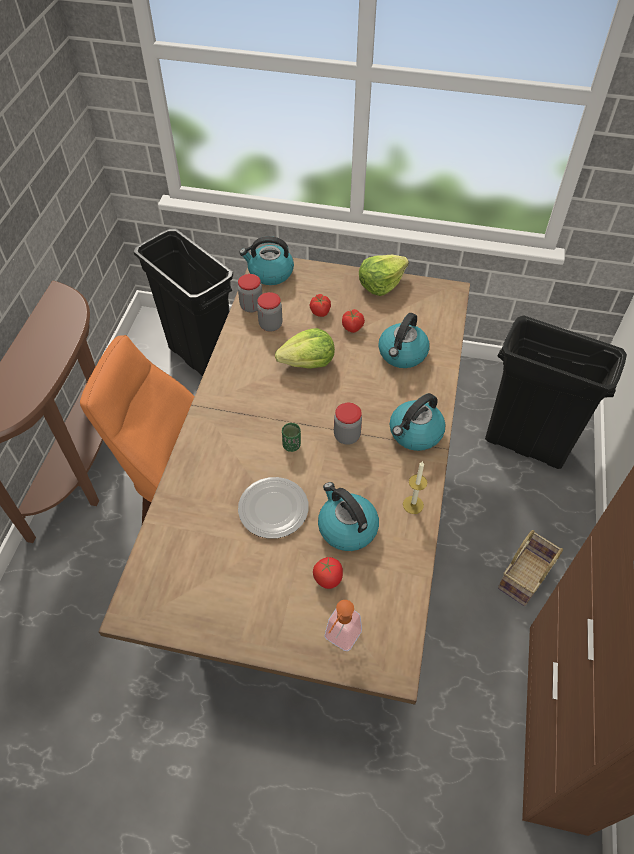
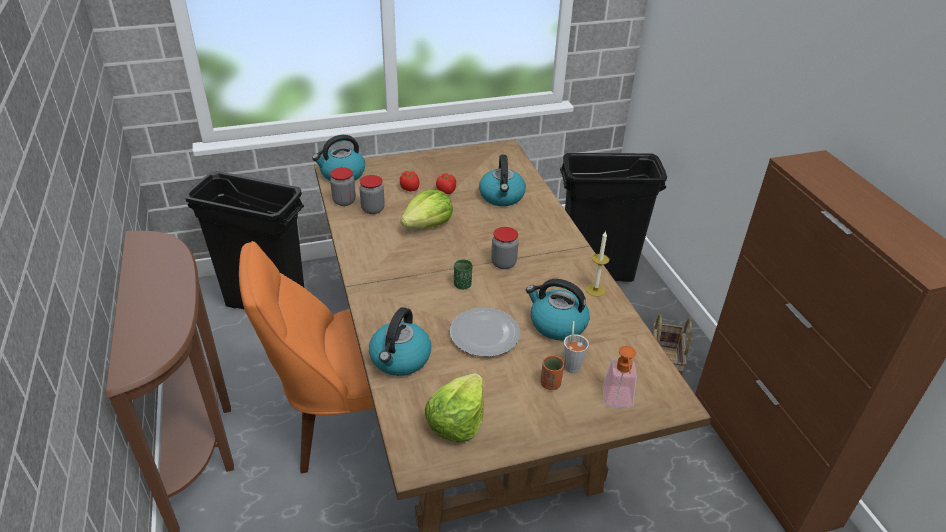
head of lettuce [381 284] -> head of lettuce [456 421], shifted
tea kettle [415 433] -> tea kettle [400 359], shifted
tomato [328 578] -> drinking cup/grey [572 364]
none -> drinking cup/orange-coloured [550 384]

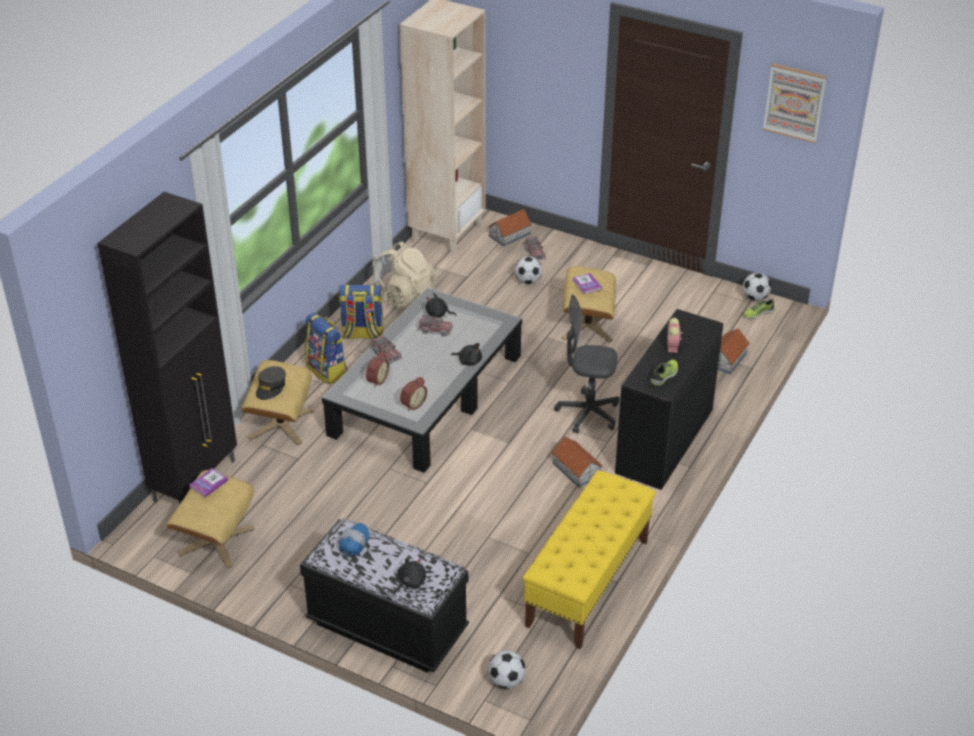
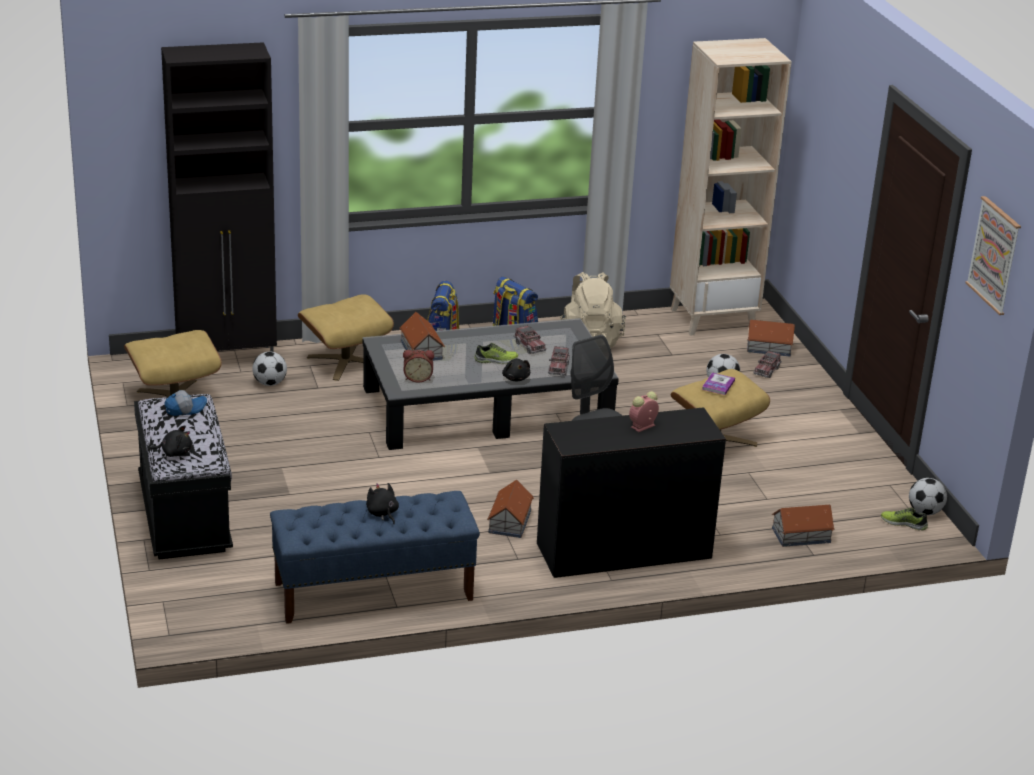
cuddly toy/black [438 314] -> cuddly toy/black [382 513], shifted
model truck [386 354] -> model truck [558 368], shifted
table clock [376 380] -> miniature house [421 349]
shoe [664 375] -> shoe [496 360], shifted
cap/grey [271 387] -> none
volume [208 483] -> none
indoor bench/yellow [587 583] -> indoor bench/blue [373 591]
football ball [506 681] -> football ball [270 383], shifted

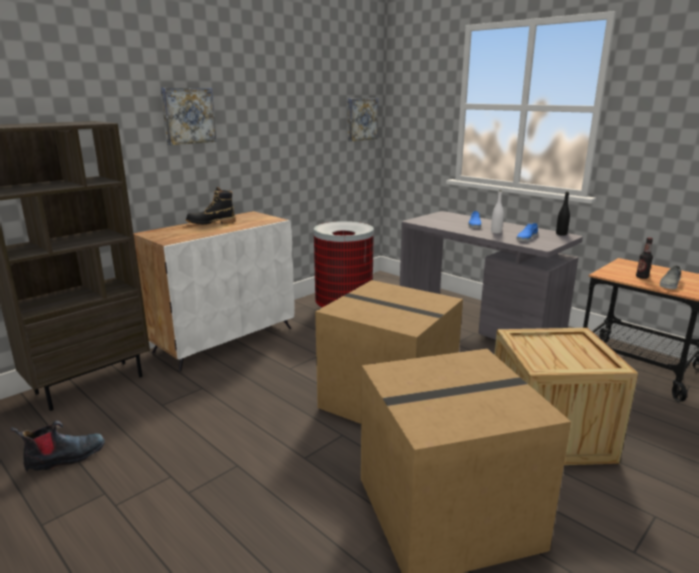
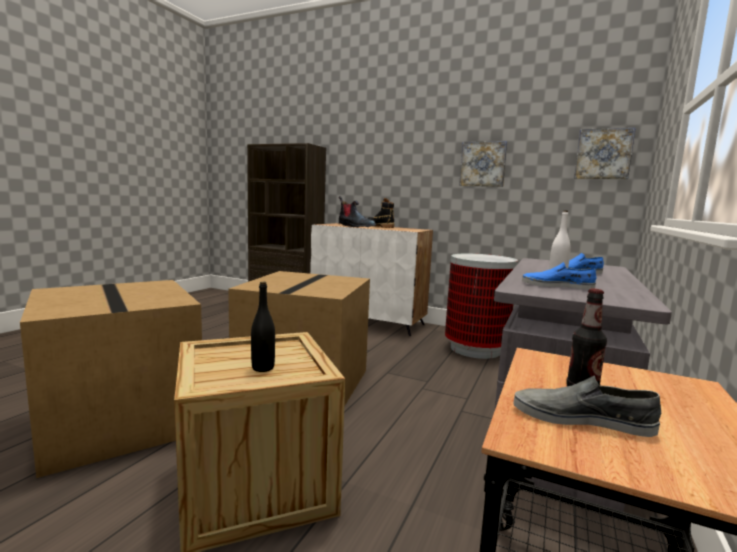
picture [188 115] -> picture [483 164], shifted
drink bottle/black [561 234] -> drink bottle/black [263 368], shifted
tall boot [65 458] -> tall boot [355 226], shifted

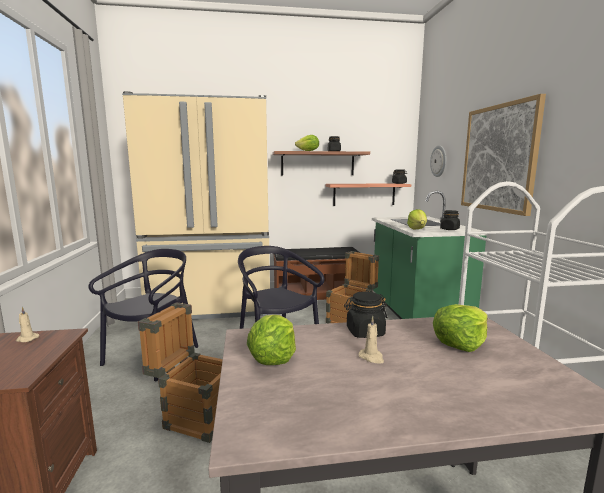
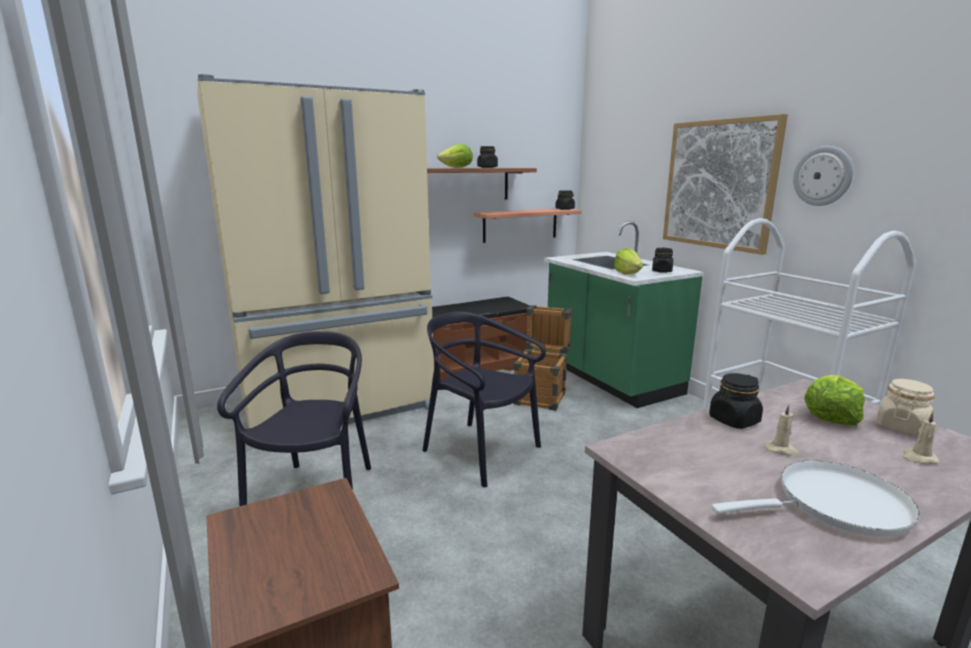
clock on the wall [439 161] -> clock on the wall [823 176], shifted
crate [195 415] -> none
wax candle/beige [26 339] -> wax candle/beige [918 459], shifted
head of lettuce [273 359] -> none
none -> preserve jar/beige [901 427]
none -> pan/white [834 505]

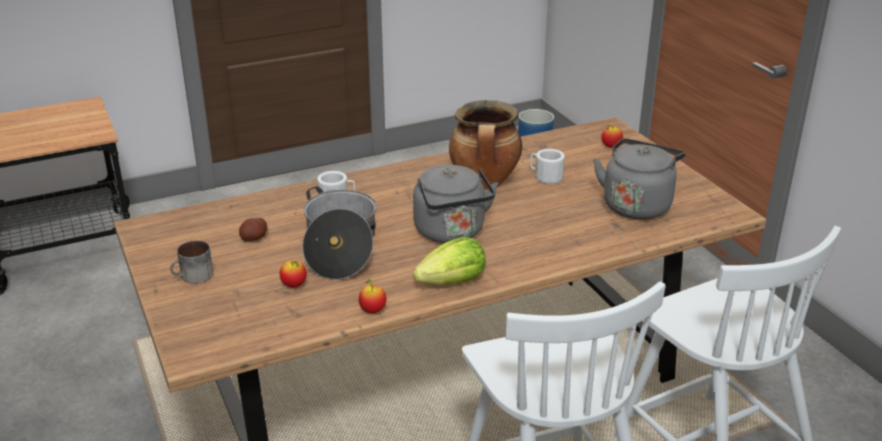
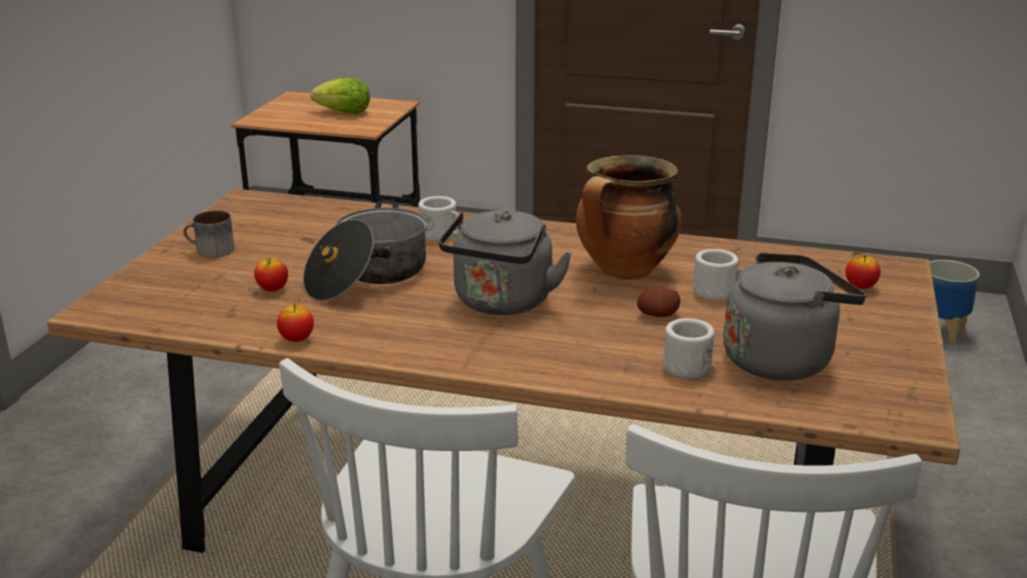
potato [254 238] -> potato [658 315], shifted
head of lettuce [453 282] -> head of lettuce [344 113], shifted
none -> tea mug/white [689 365]

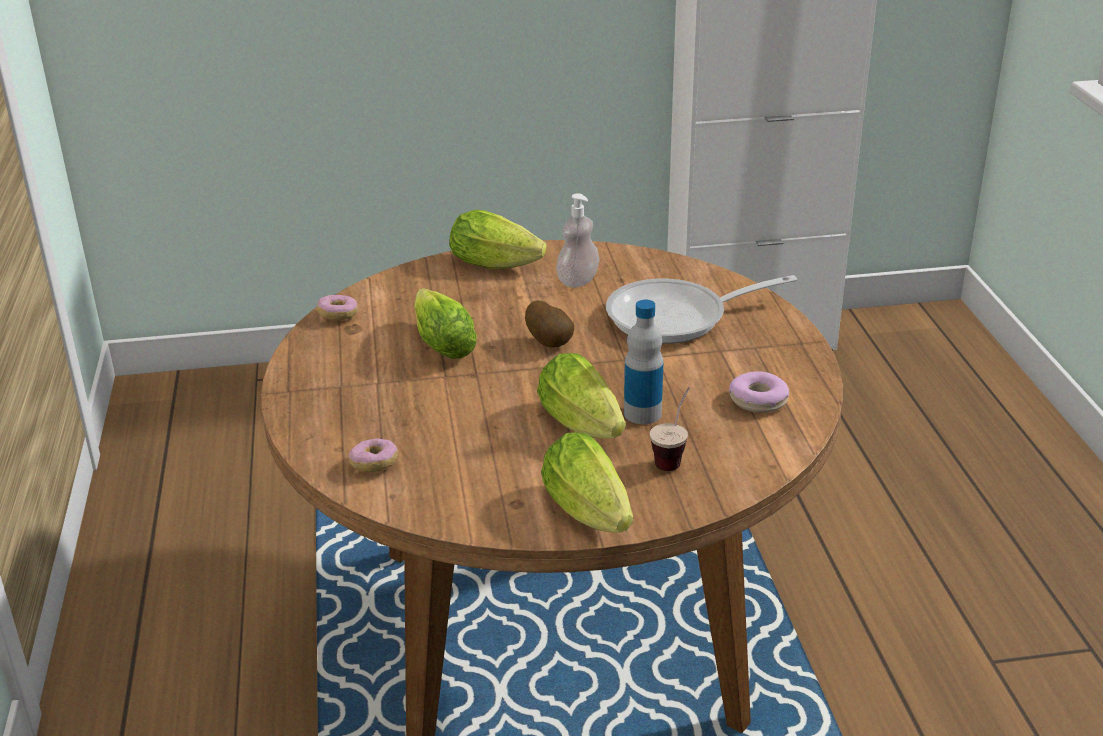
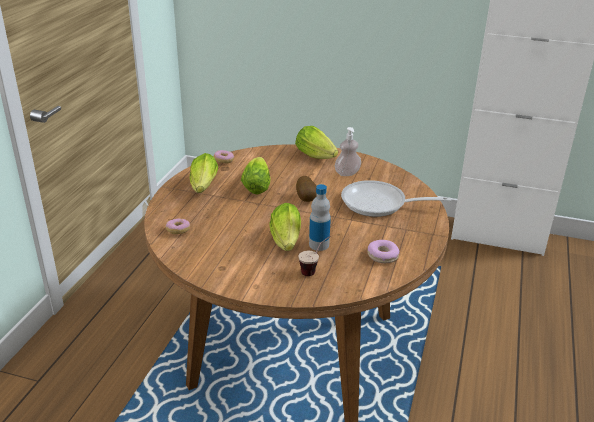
head of lettuce [591 514] -> head of lettuce [203 187], shifted

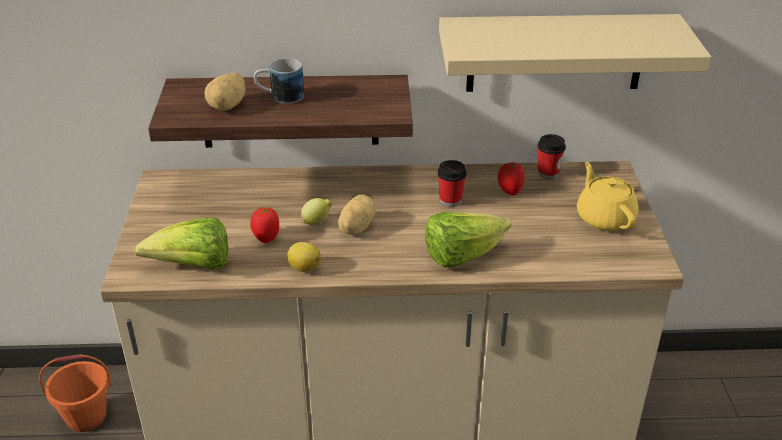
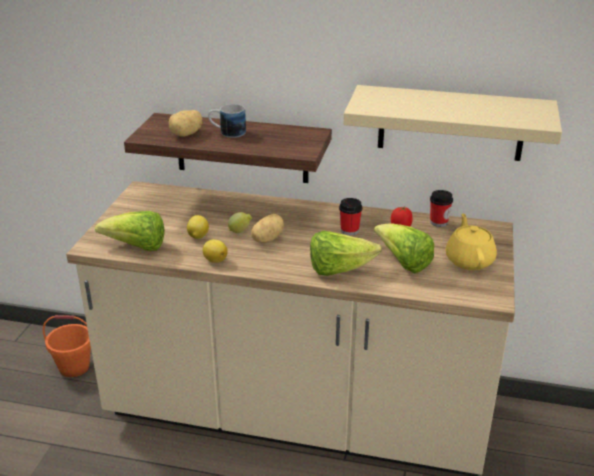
tomato [266 238] -> lemon [198 236]
none -> head of lettuce [403 262]

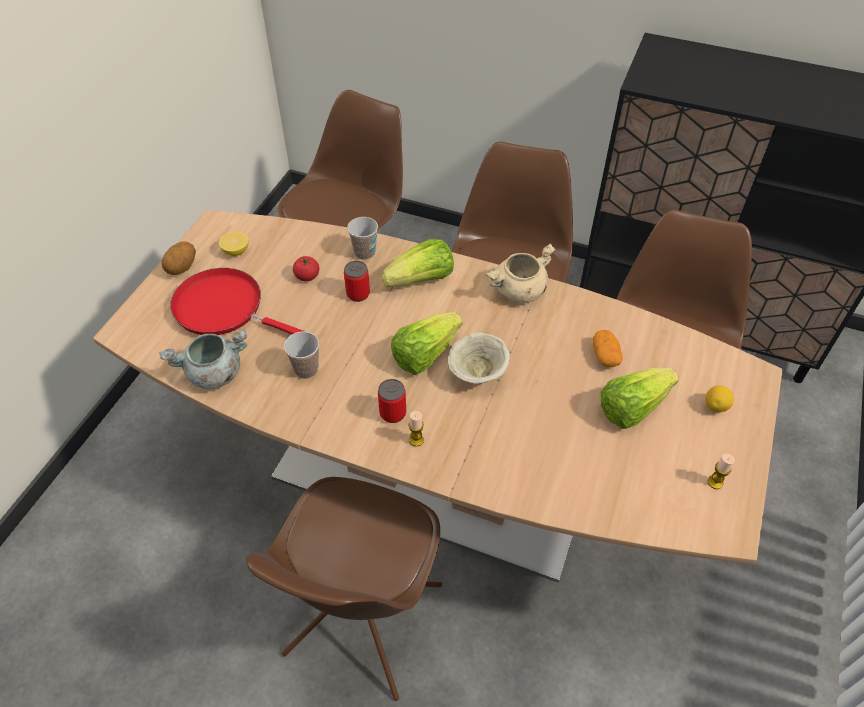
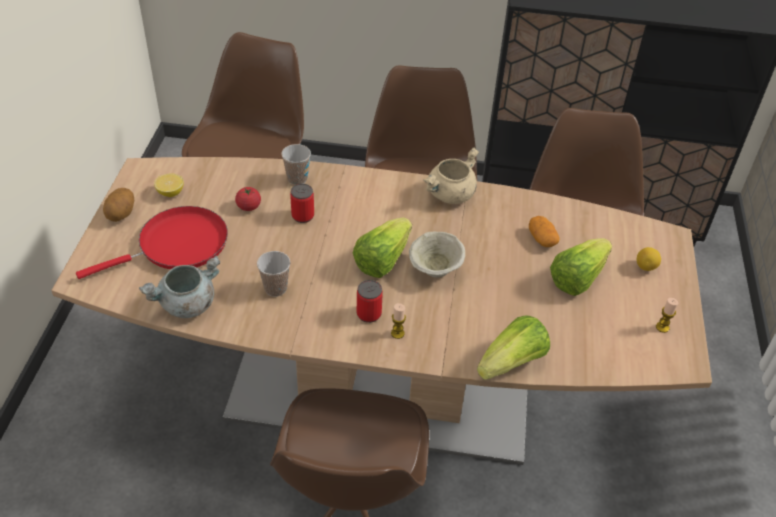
head of lettuce [422 280] -> head of lettuce [512 363], shifted
pan/reddish [225 308] -> pan/reddish [177 245], 135 degrees clockwise

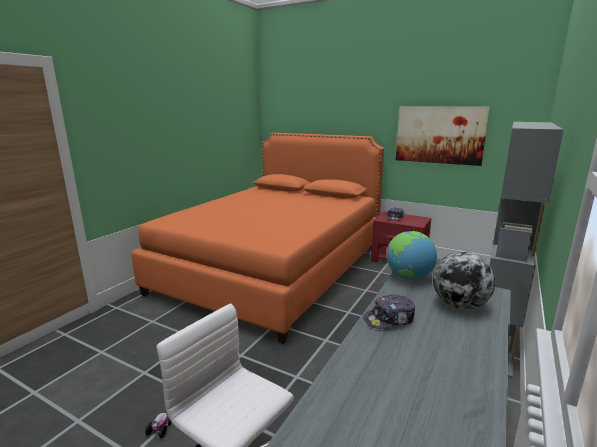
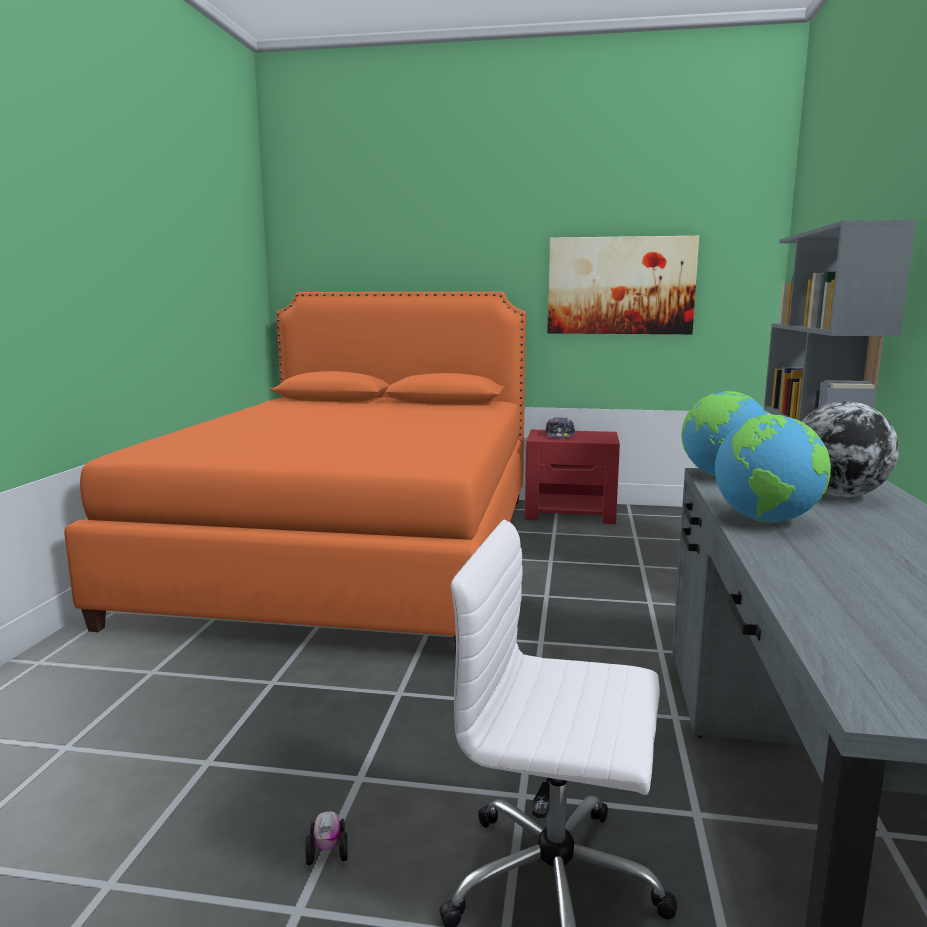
cap [389 319] -> world globe [766 520]

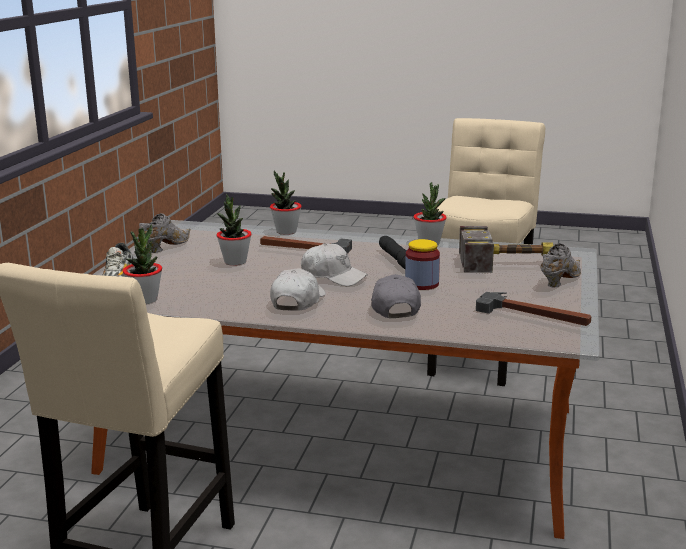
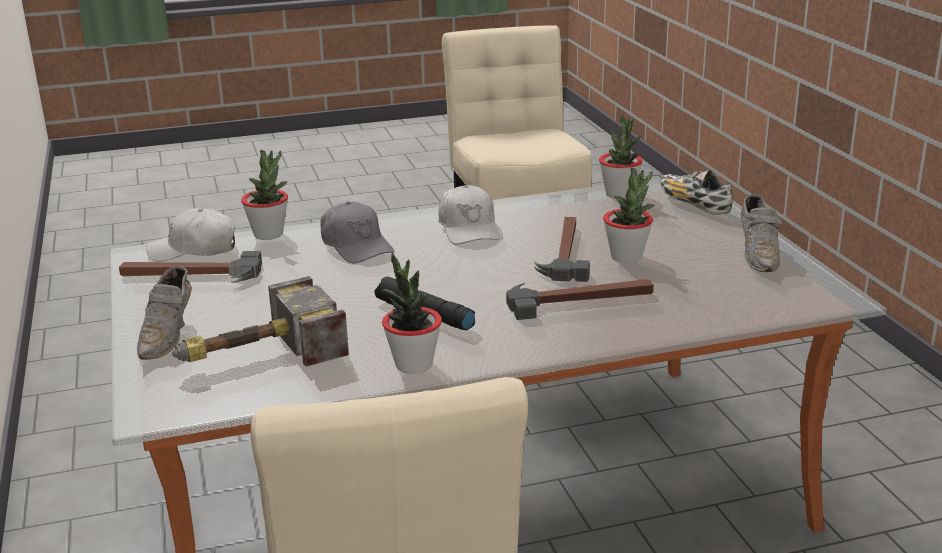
potted plant [286 232] -> potted plant [268 234], shifted
preserve jar [422 284] -> none
cap/white [333 276] -> cap/white [194 250], shifted
none -> hand hammer [565 252]

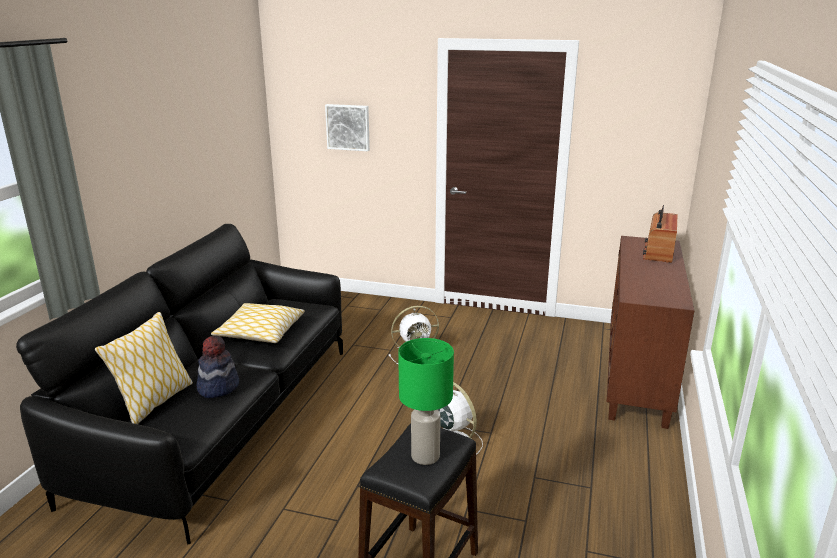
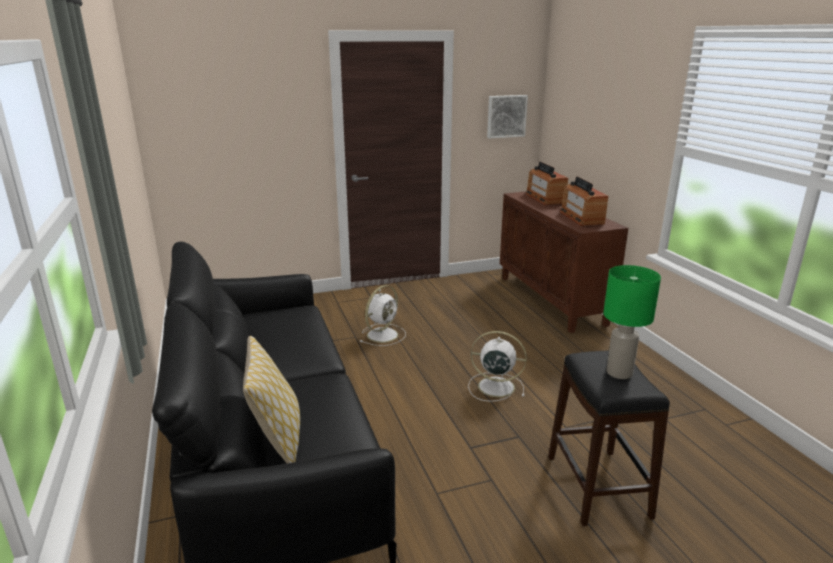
picture [348 127] -> picture [506 116], shifted
cushion [260 332] -> none
clothing hat [218 387] -> none
none -> radio set [581 217]

